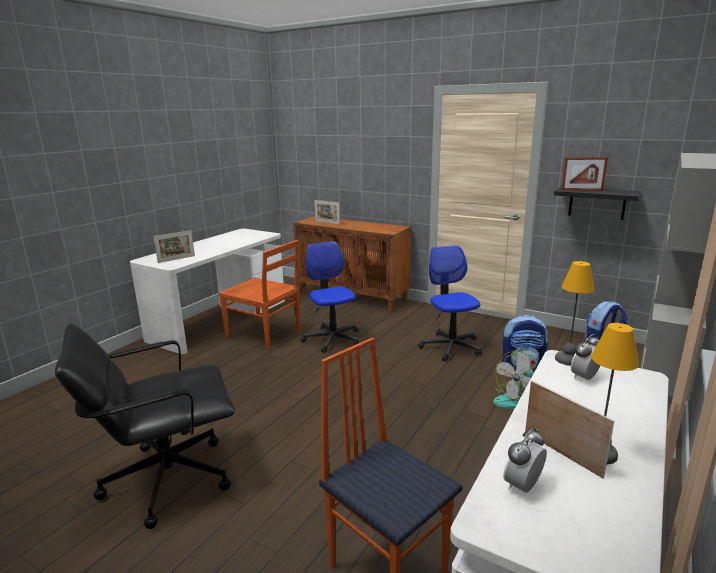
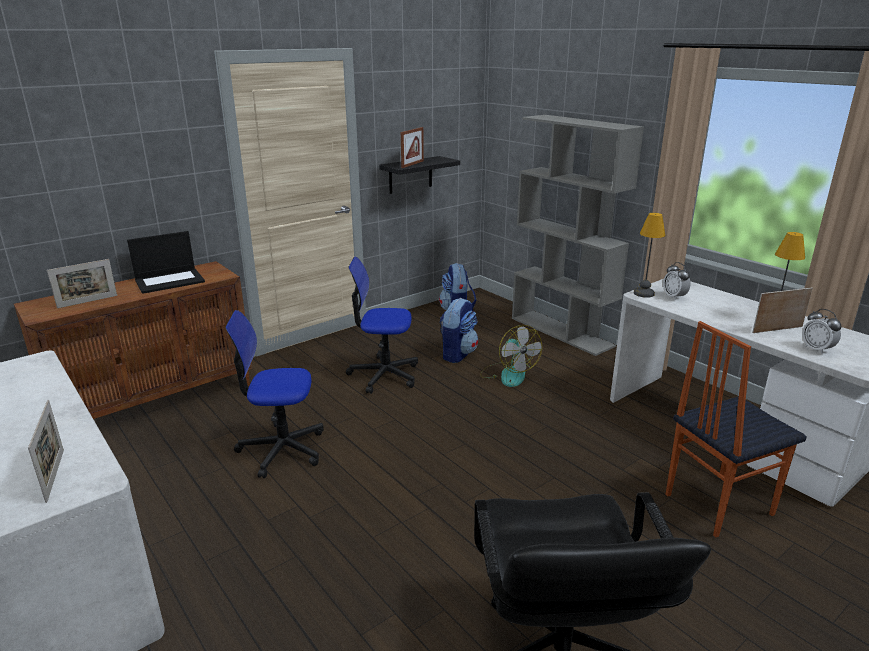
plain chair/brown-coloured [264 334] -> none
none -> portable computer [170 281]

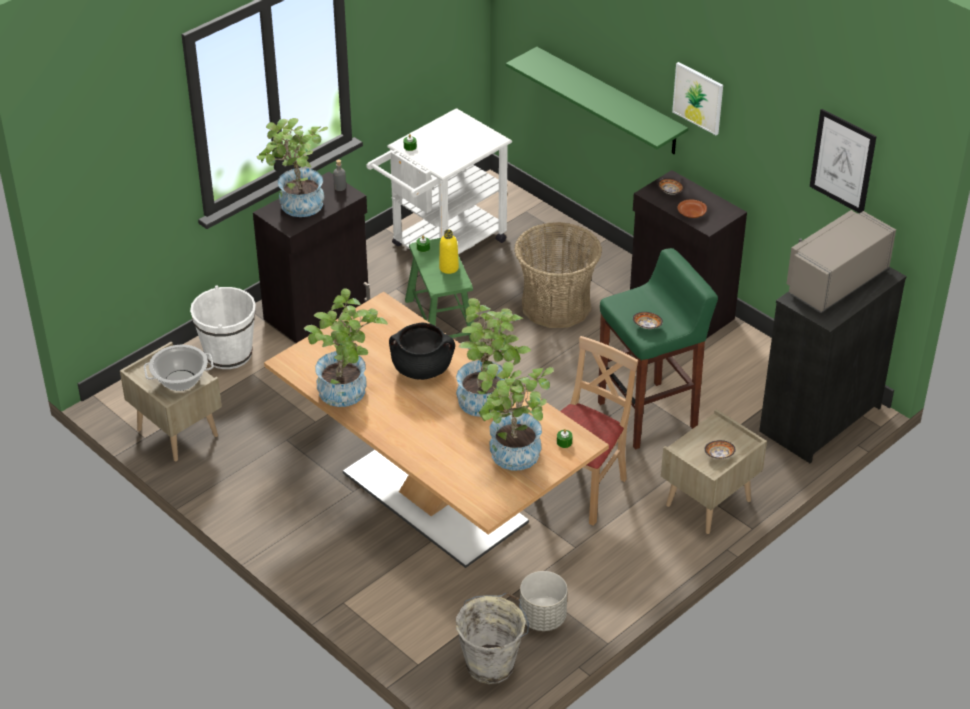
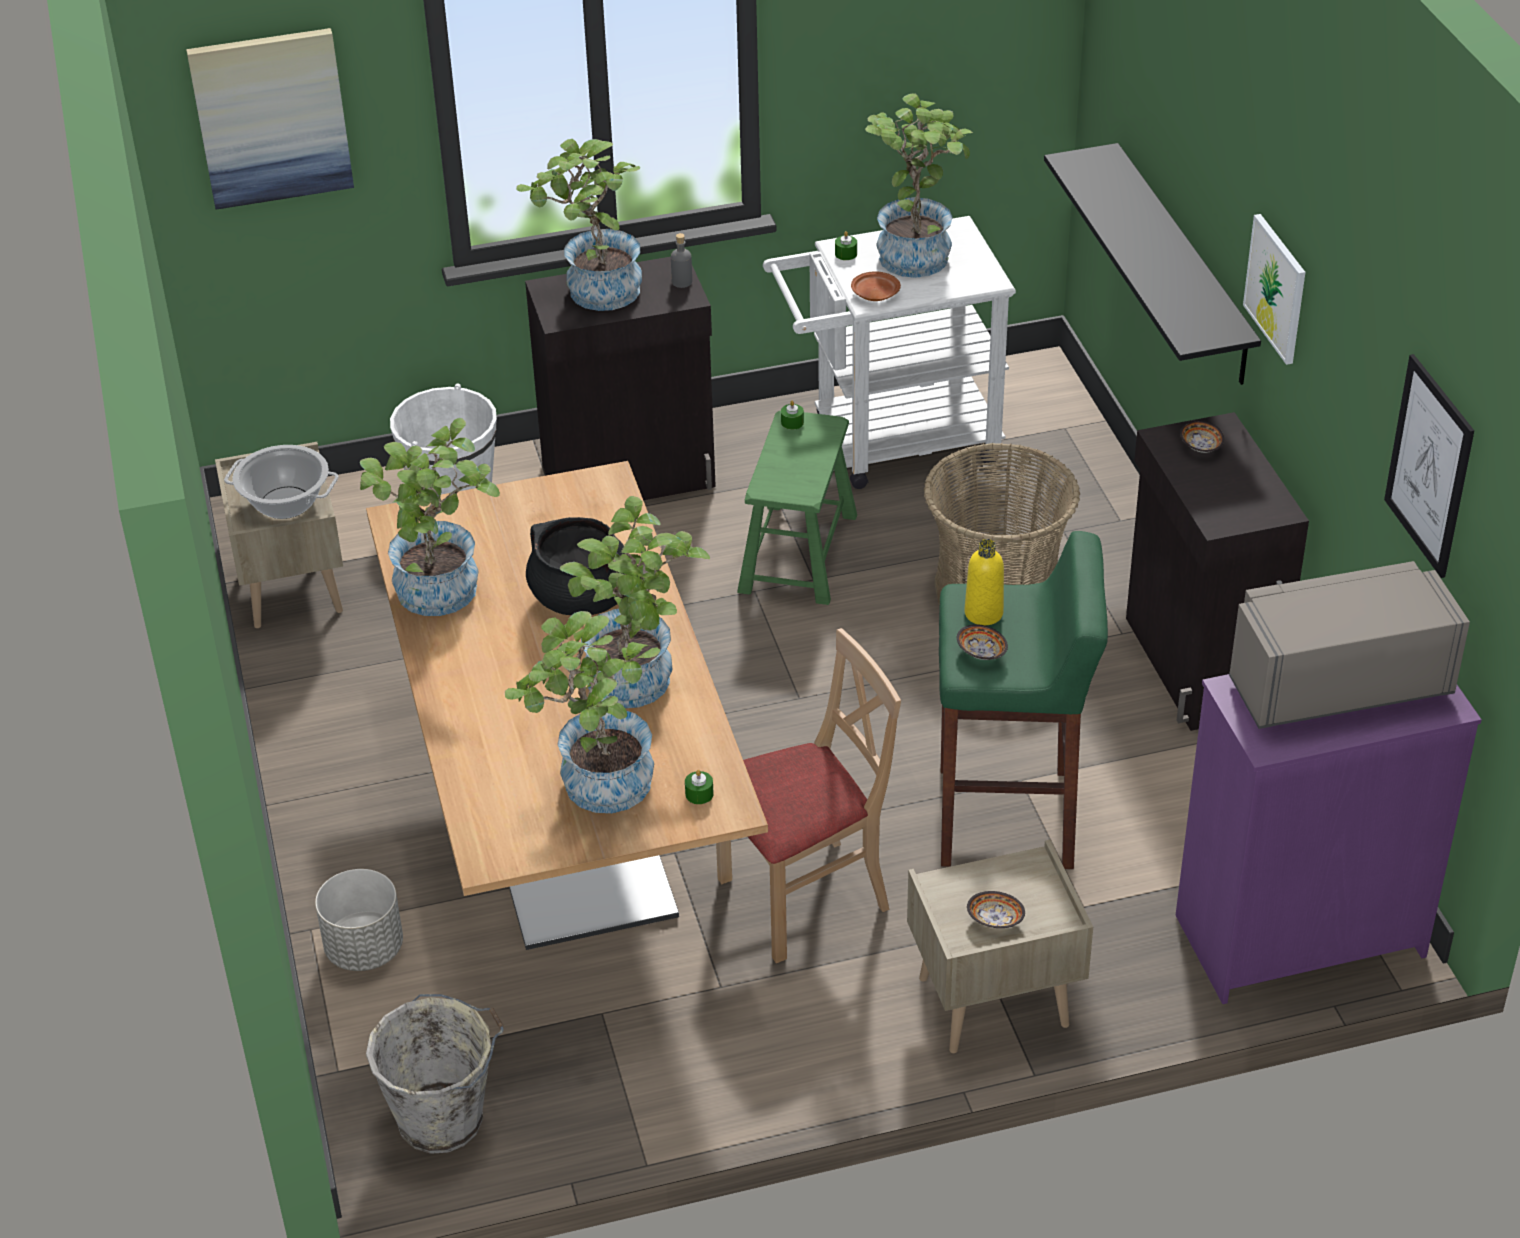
shelf/green-coloured [609 101] -> shelf/black [1183 265]
flat dish/brown-coloured [691 213] -> flat dish/brown-coloured [874 294], shifted
drink bottle/yellow [448 268] -> drink bottle/yellow [983 613], shifted
drawer chest/black [819 419] -> drawer chest/purple-coloured [1299 934]
flower pot/grey [543 617] -> flower pot/grey [365 949], shifted
none -> picture [271 117]
none -> potted plant [916 251]

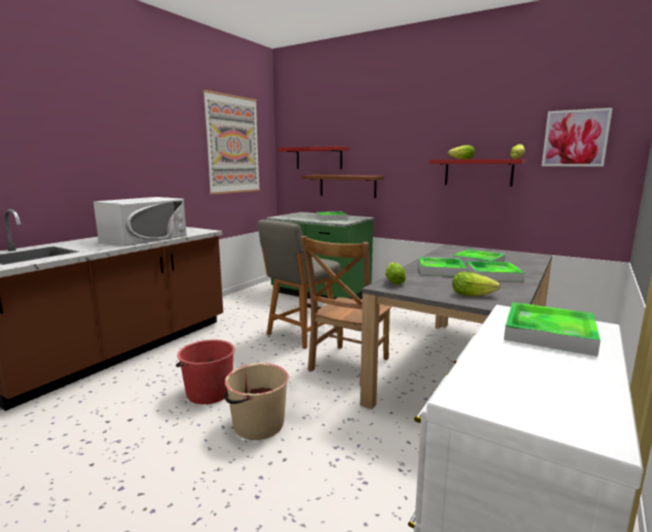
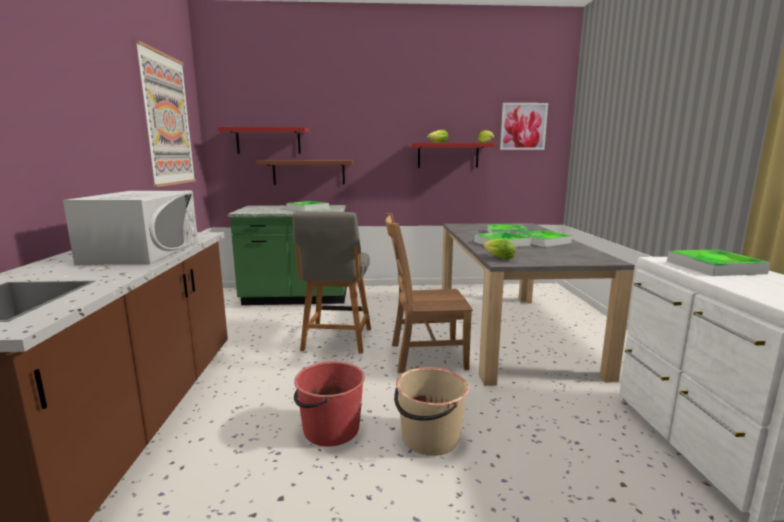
plain chair/brown-coloured [347 366] -> plain chair/brown-coloured [424 356], 90 degrees clockwise
head of lettuce [475 295] -> none

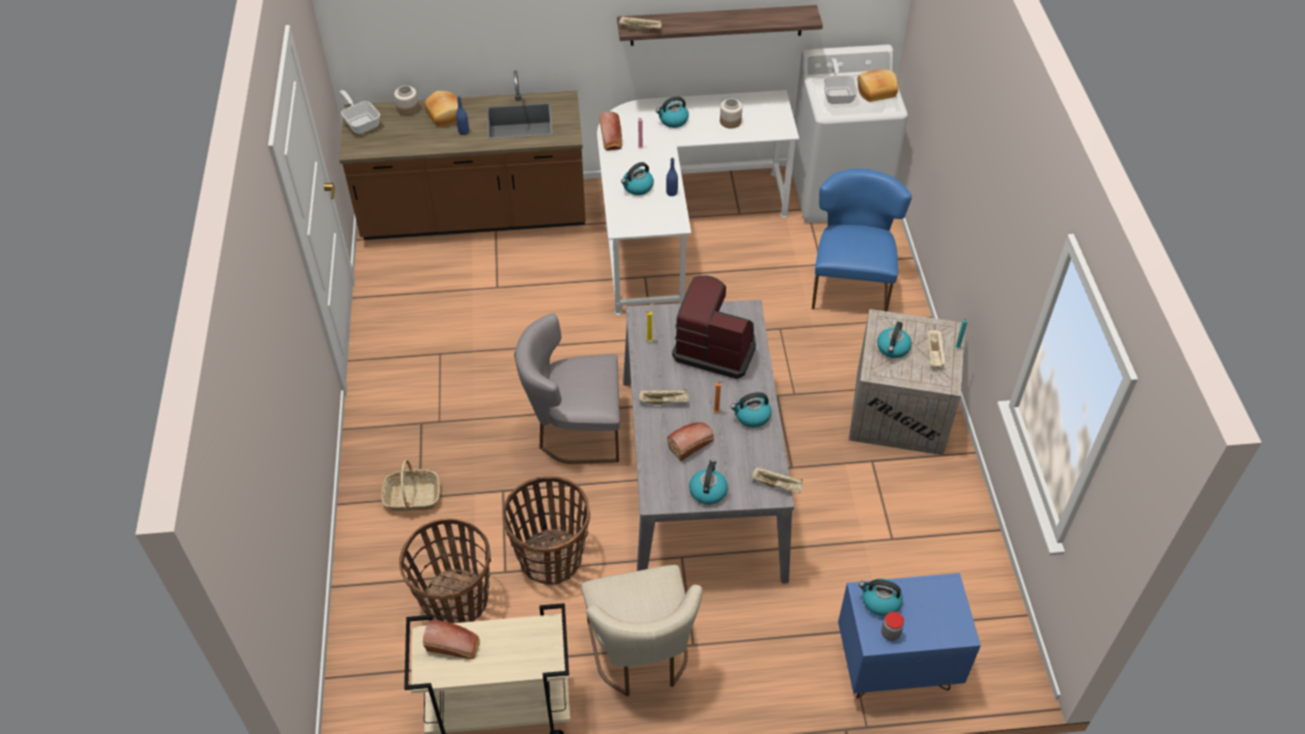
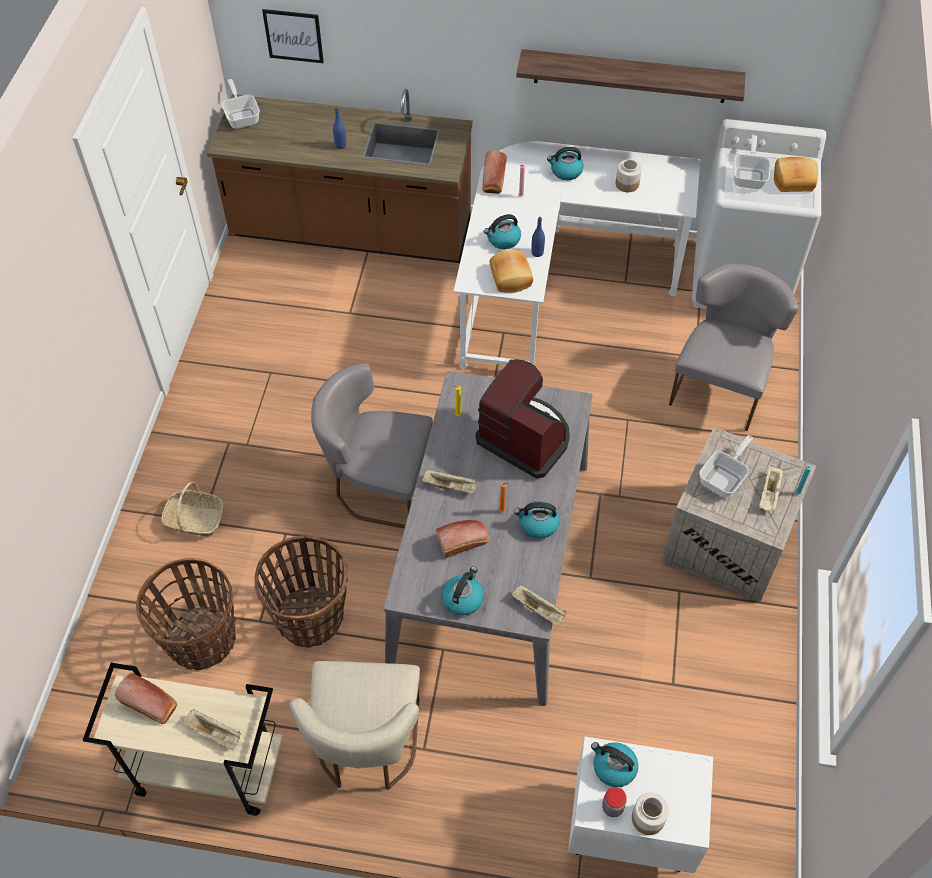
serving tray/beige [641 29] -> serving tray/beige [215 733], shifted
preserve jar [408 109] -> preserve jar [647 819], shifted
bakery bread [446 115] -> bakery bread [512 277], shifted
plain chair/blue [850 284] -> plain chair/grey [720 386]
tea kettle [893 348] -> pan [724 478]
nightstand/blue [895 667] -> nightstand/white [629 830]
none -> picture [293 36]

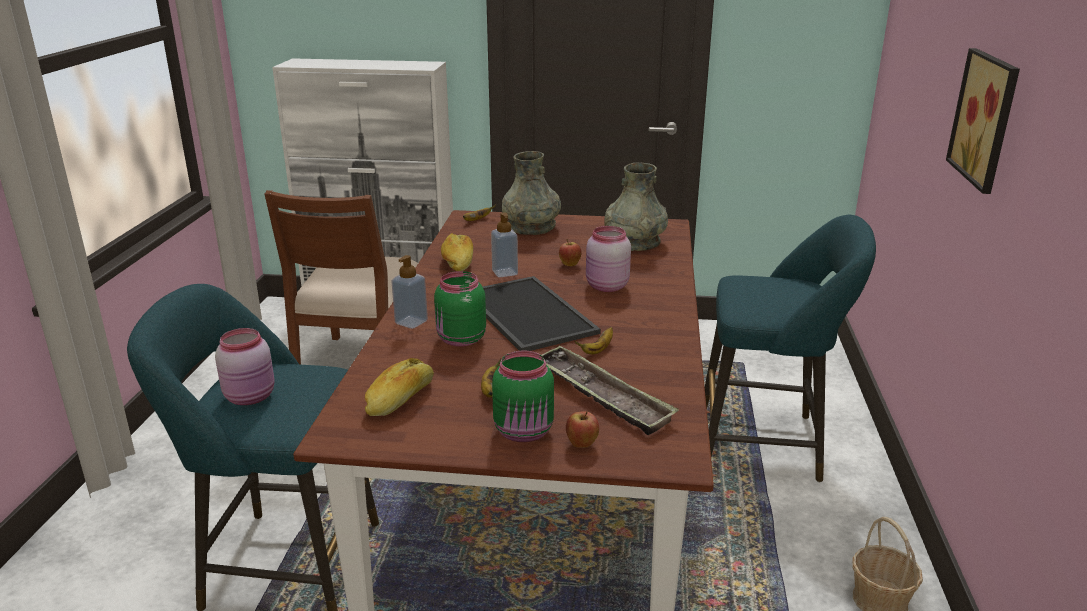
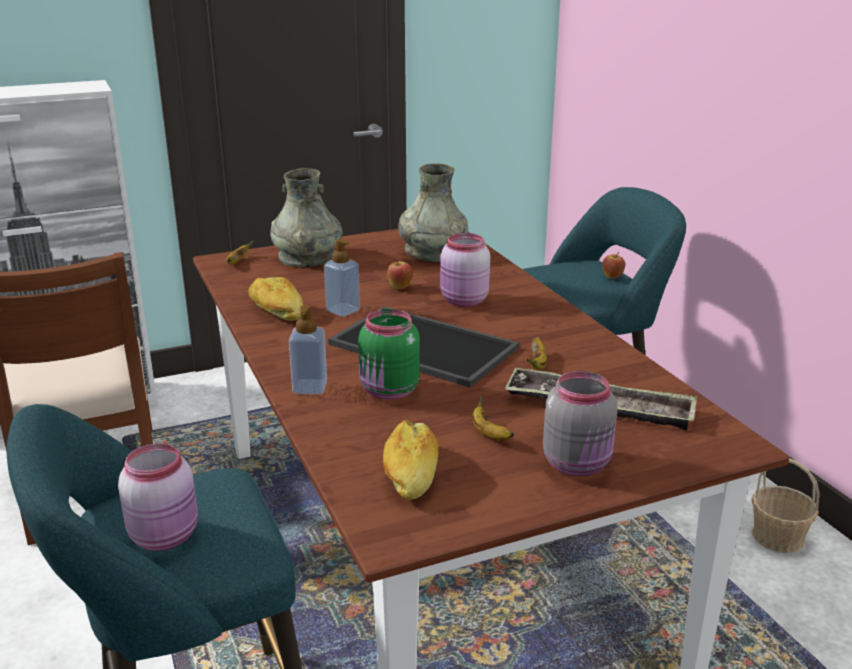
picture [988 118] -> none
preserve jar/green-coloured [525 432] -> preserve jar/grey [578 464]
apple fruit [582 445] -> apple fruit [612 277], shifted

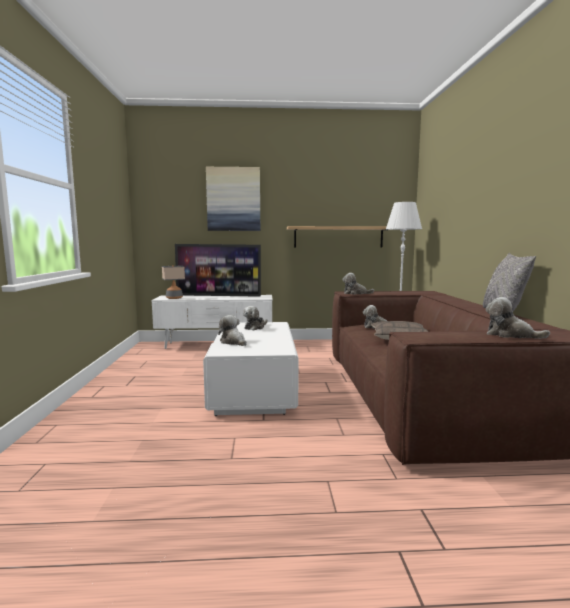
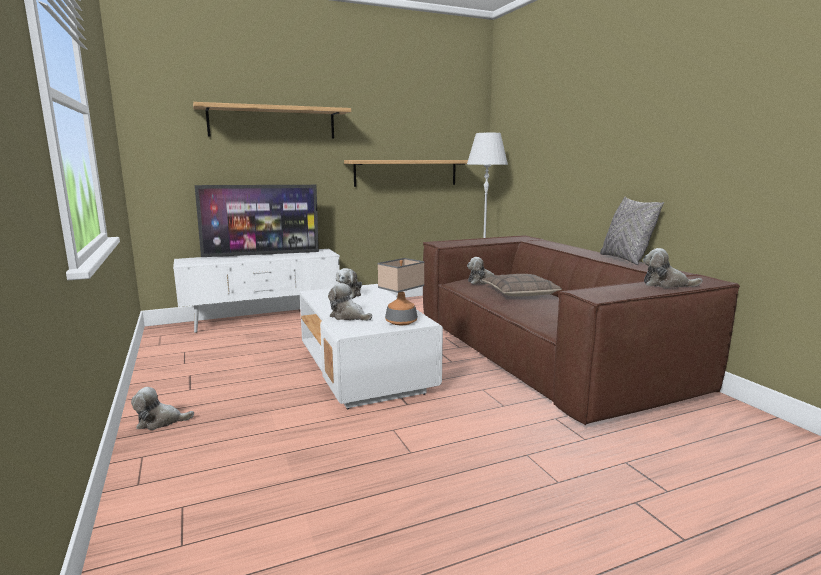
picture [233 199] -> shelf [272 122]
lamp for a table [174 298] -> lamp for a table [401 322], shifted
cuddly toy [355 293] -> cuddly toy [160 421], shifted

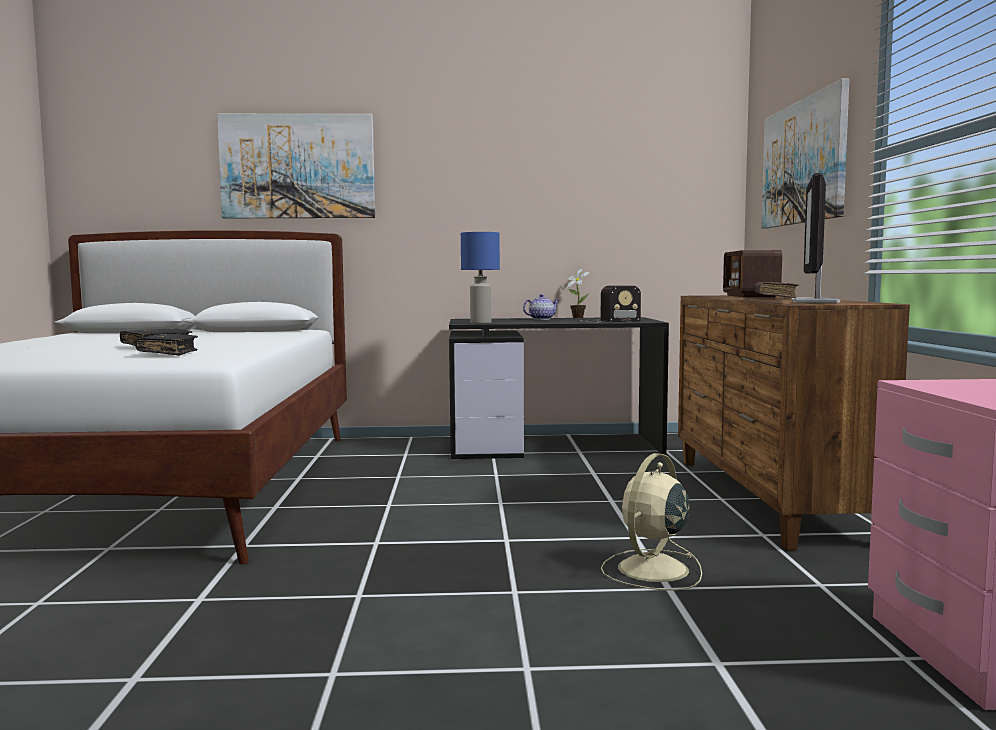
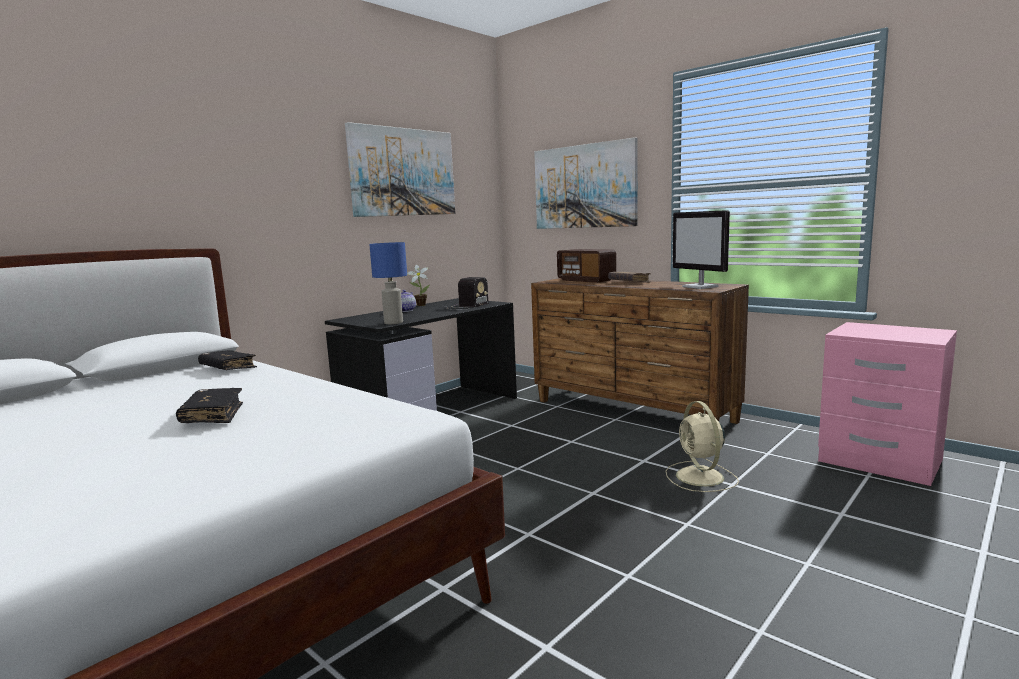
picture [297 166] -> picture [403 172], shifted
volume/black [168 353] -> volume/black [228 368], shifted

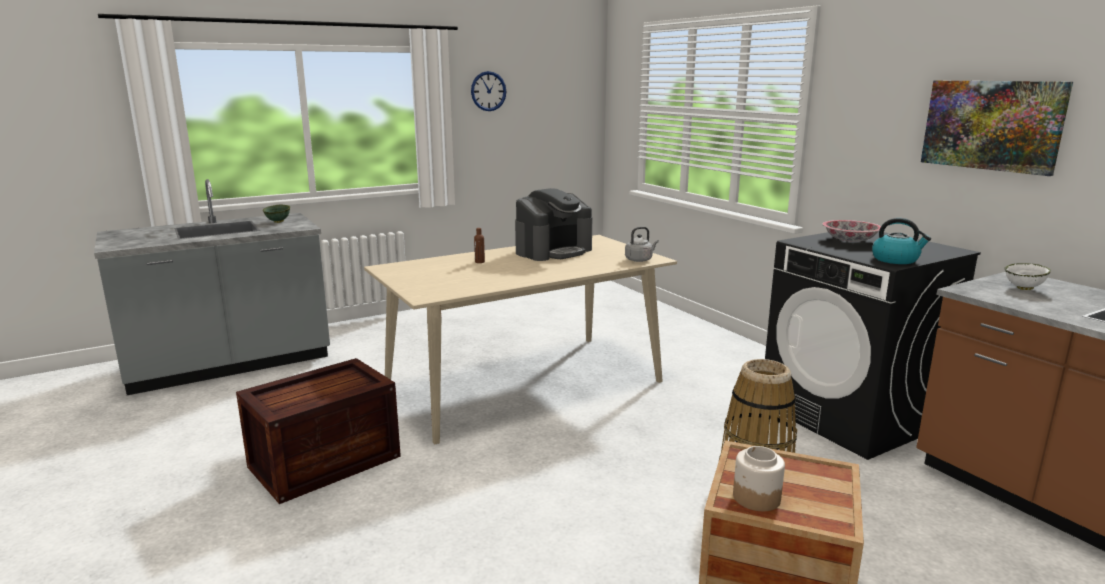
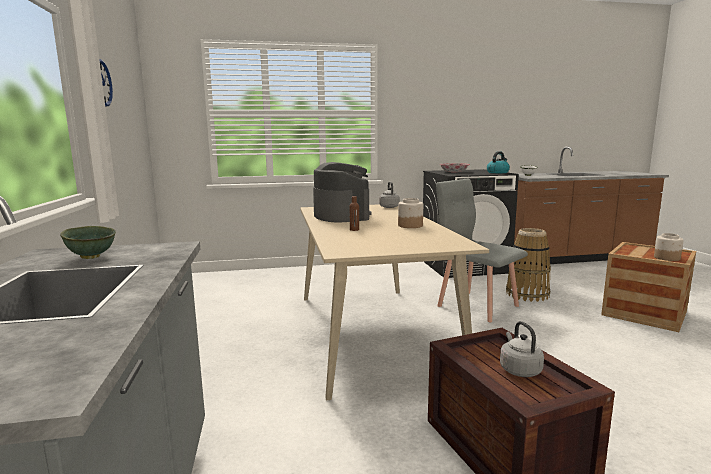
picture [992 125] -> none
none -> plain chair/grey [477 305]
none -> preserve jar [410 226]
none -> tea kettle/grey [519 369]

